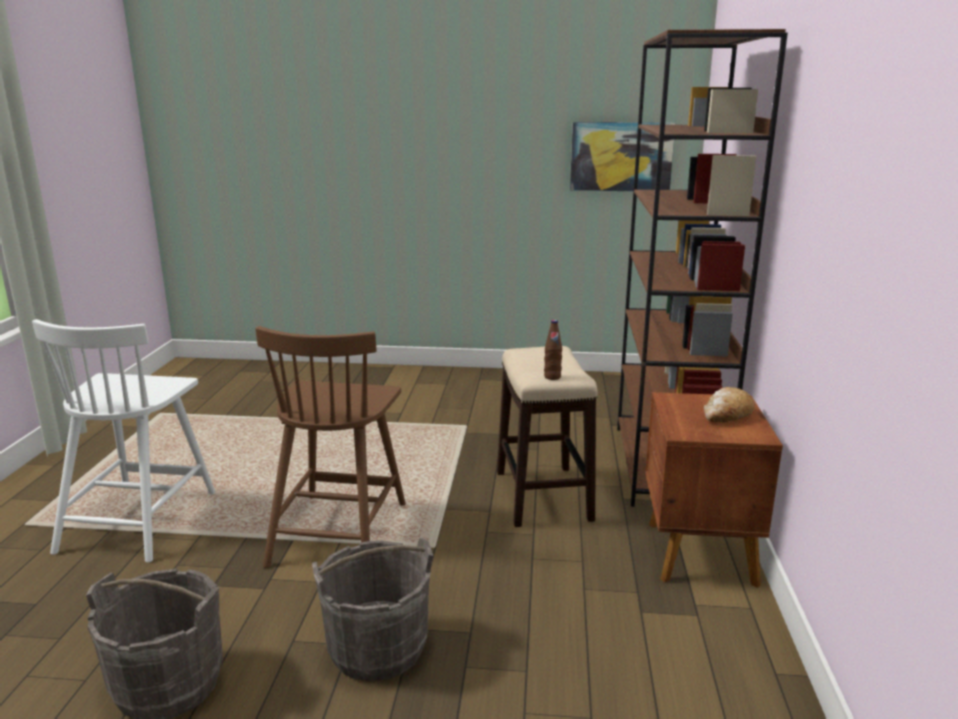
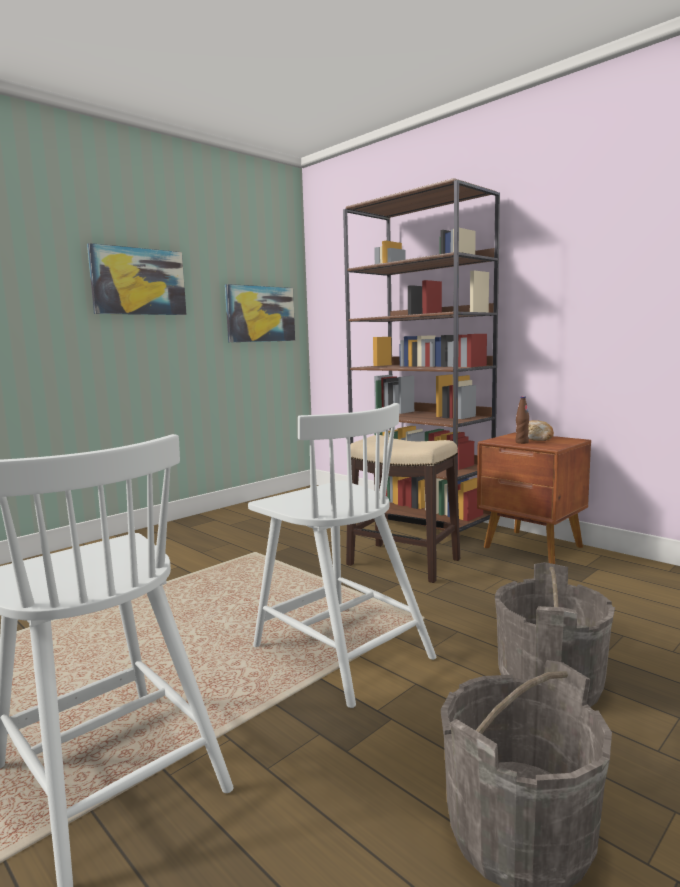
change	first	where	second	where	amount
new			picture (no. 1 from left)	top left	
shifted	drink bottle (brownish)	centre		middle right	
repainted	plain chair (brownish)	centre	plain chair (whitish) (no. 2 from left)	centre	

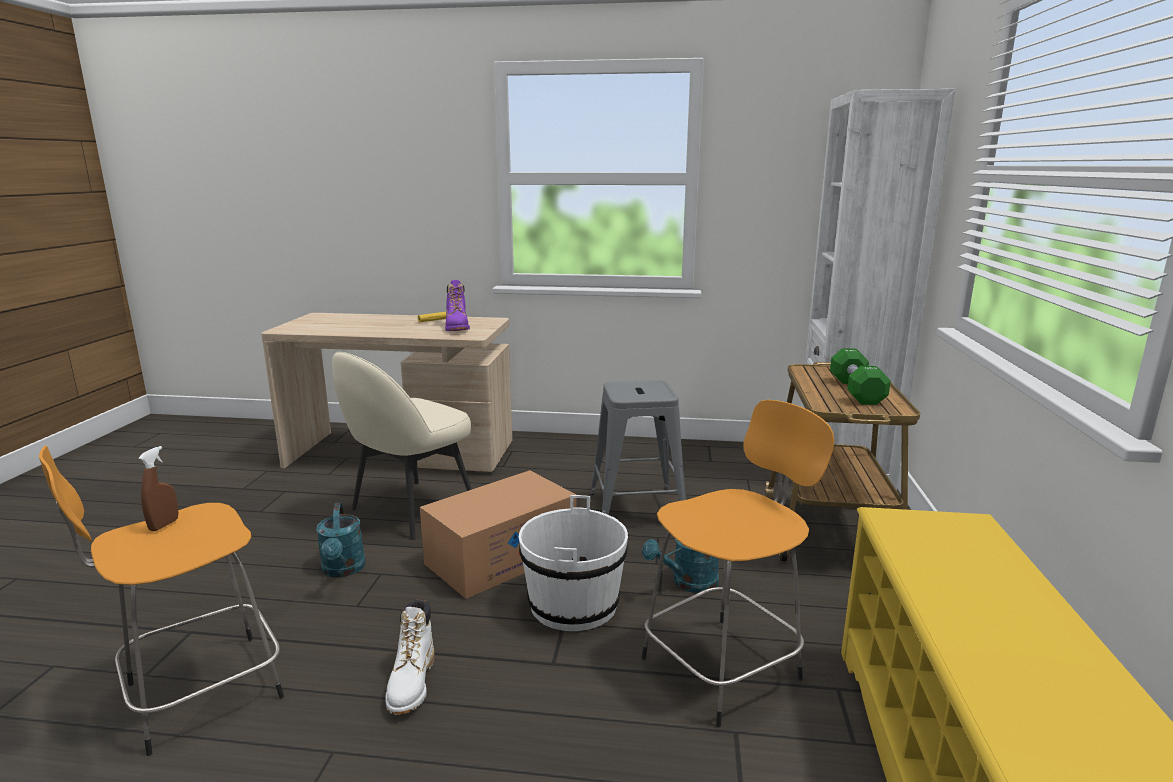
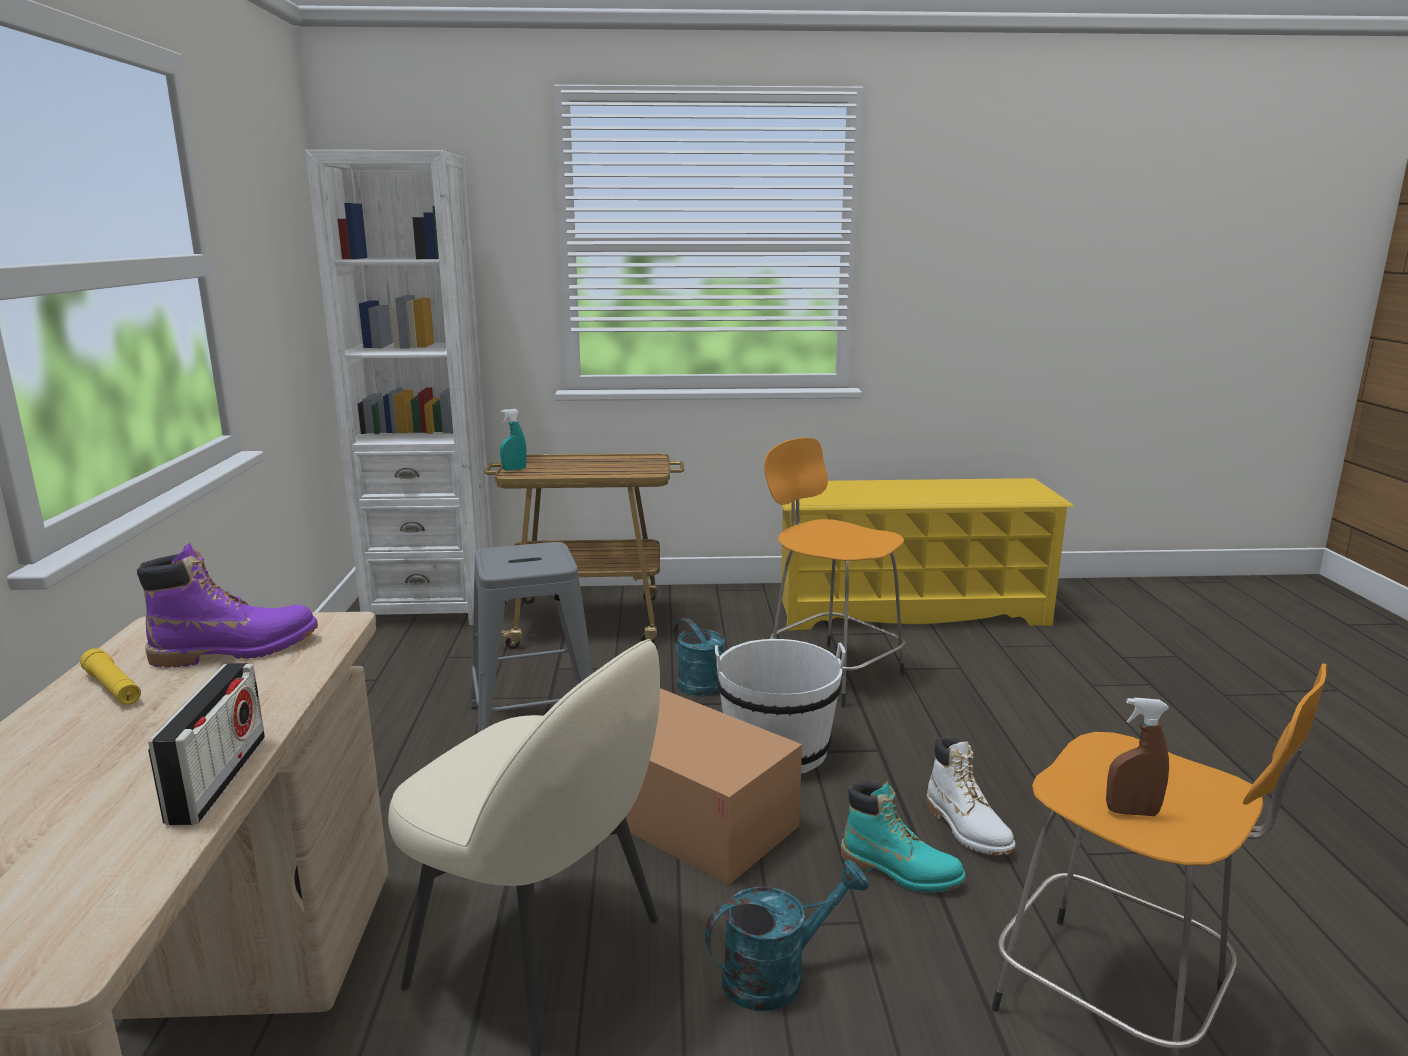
change	first	where	second	where	amount
gone	free weight (green-coloured)	middle right			
new			radio set	bottom left	
new			hand sprayer (turquoise-coloured)	centre	
new			high-top boot (turquoise-coloured)	bottom centre	
rotated	high-top boot (whitish)	bottom centre		bottom right	75 degrees clockwise

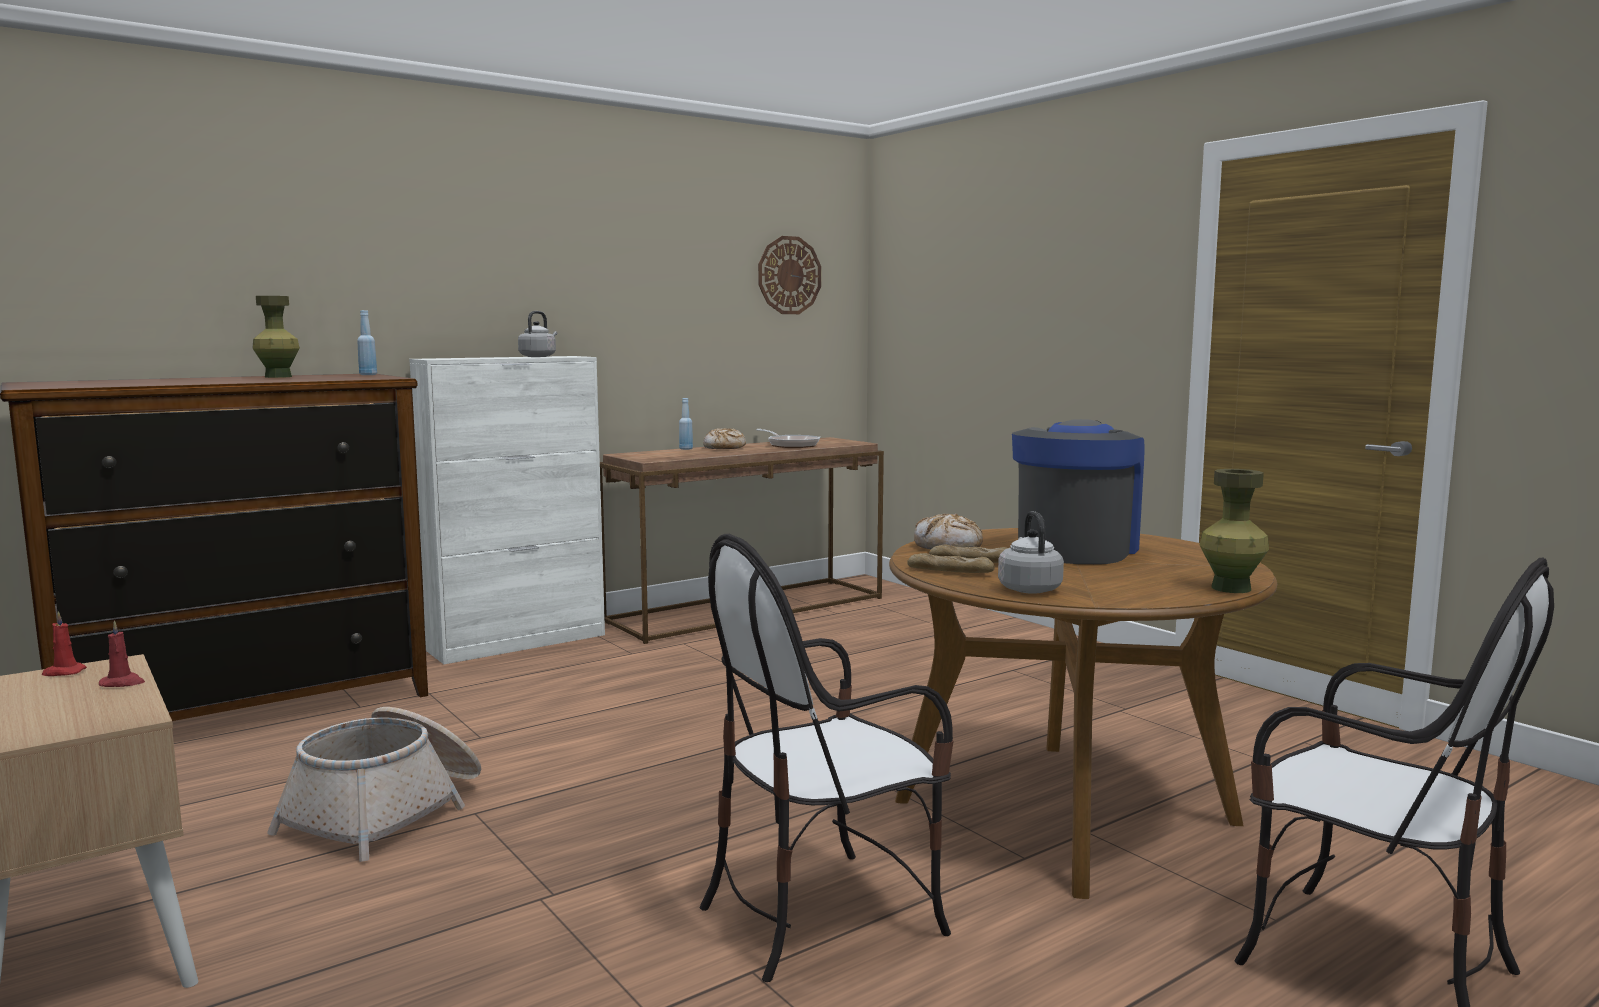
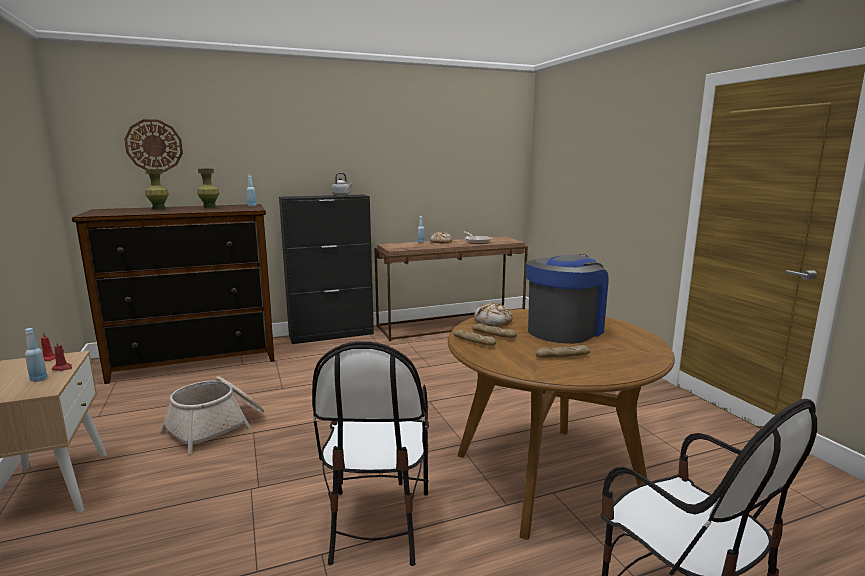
change	first	where	second	where	amount
gone	water kettle (greyish) (no. 2 from left)	centre			
new			drink bottle (blue) (no. 1 from left)	middle left	
new			bread (no. 5 from left)	centre	
shifted	hanging clock	top centre		top left	
shifted	decorative vase (green-coloured) (no. 2 from left in the first image)	middle right	decorative vase (green-coloured) (no. 1 from left)	top left	
repainted	storage cabinet (whitish)	middle left	storage cabinet (black-coloured)	centre	
rotated	plain chair (no. 1 from left)	bottom centre		bottom centre	75 degrees counterclockwise

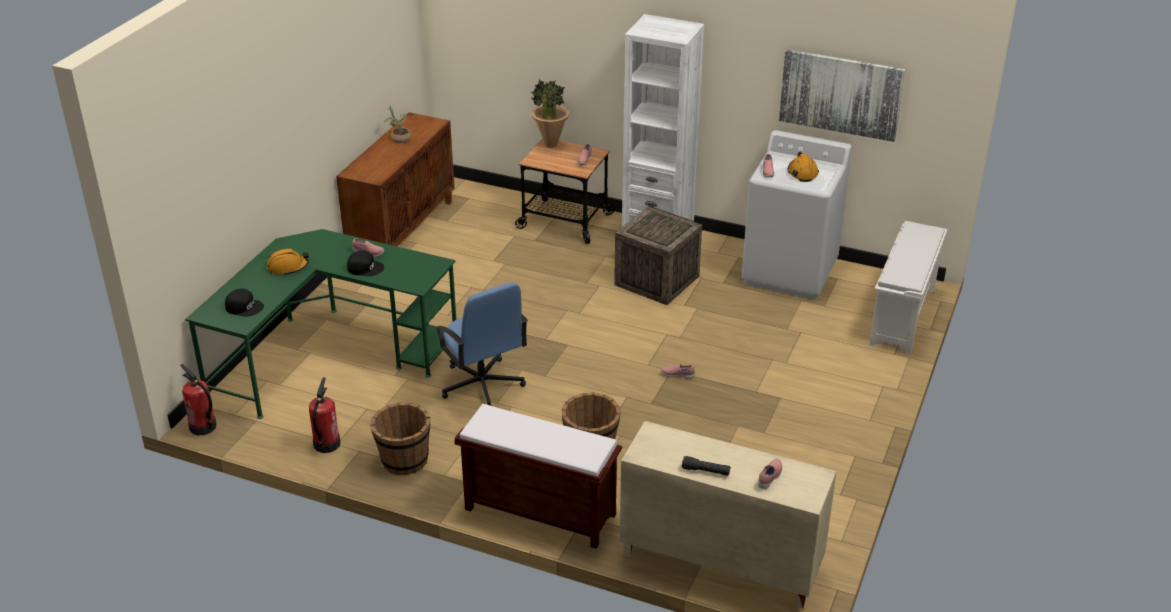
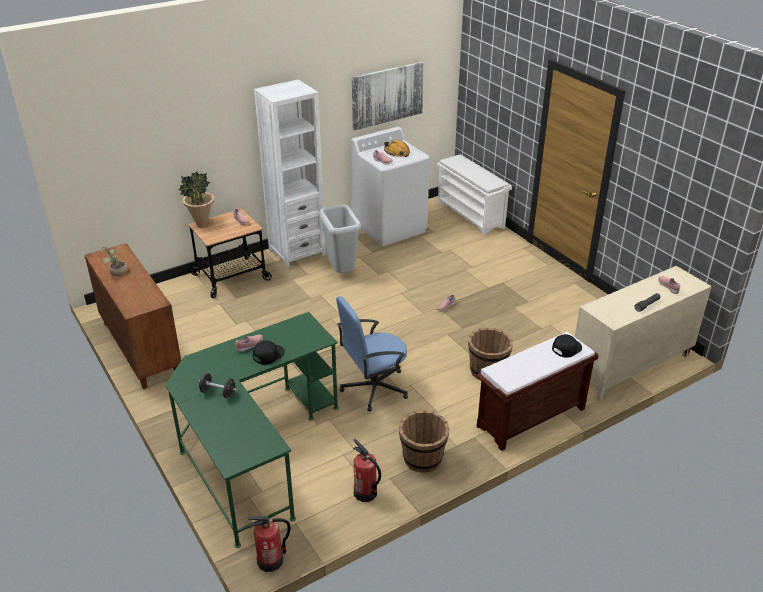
change	first	where	second	where	amount
shifted	baseball cap (black-coloured) (no. 1 from left in the first image)	middle left	baseball cap (black-coloured) (no. 2 from left)	middle right	
swapped	hard hat (orangey) (no. 1 from left)	middle left	free weight (black-coloured)	middle left	
swapped	shipping crate	centre	waste bin (greyish)	centre	
rotated	desk chair (blue)	centre		centre	150 degrees clockwise

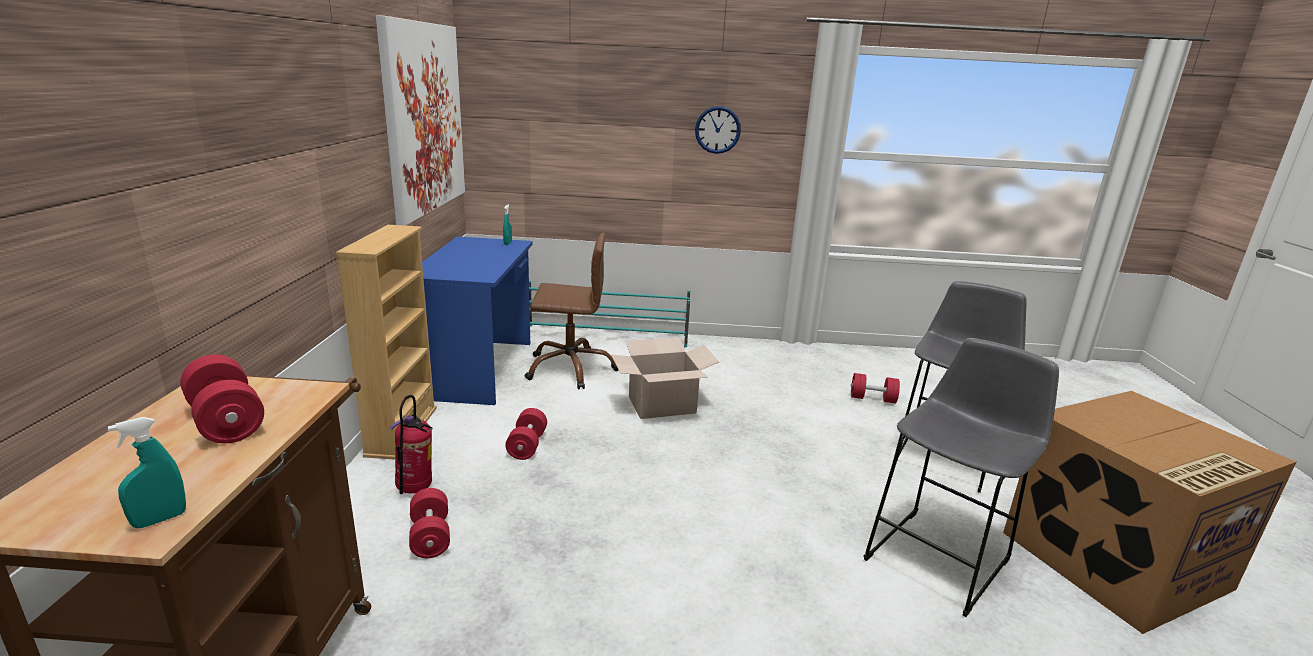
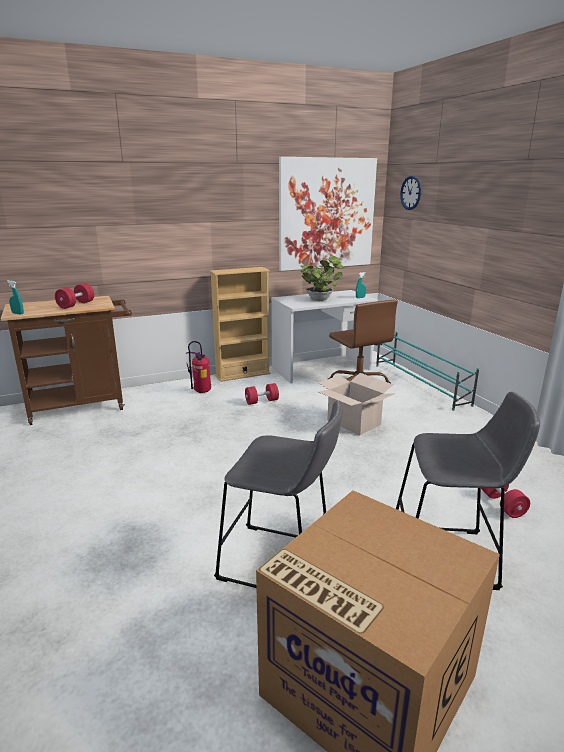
change	first	where	second	where	amount
gone	free weight (reddish) (no. 2 from left)	bottom left			
new			potted plant	centre	
shifted	hanging clock	top centre		top right	
repainted	desk table (blue)	centre	desk table (whitish)	centre	

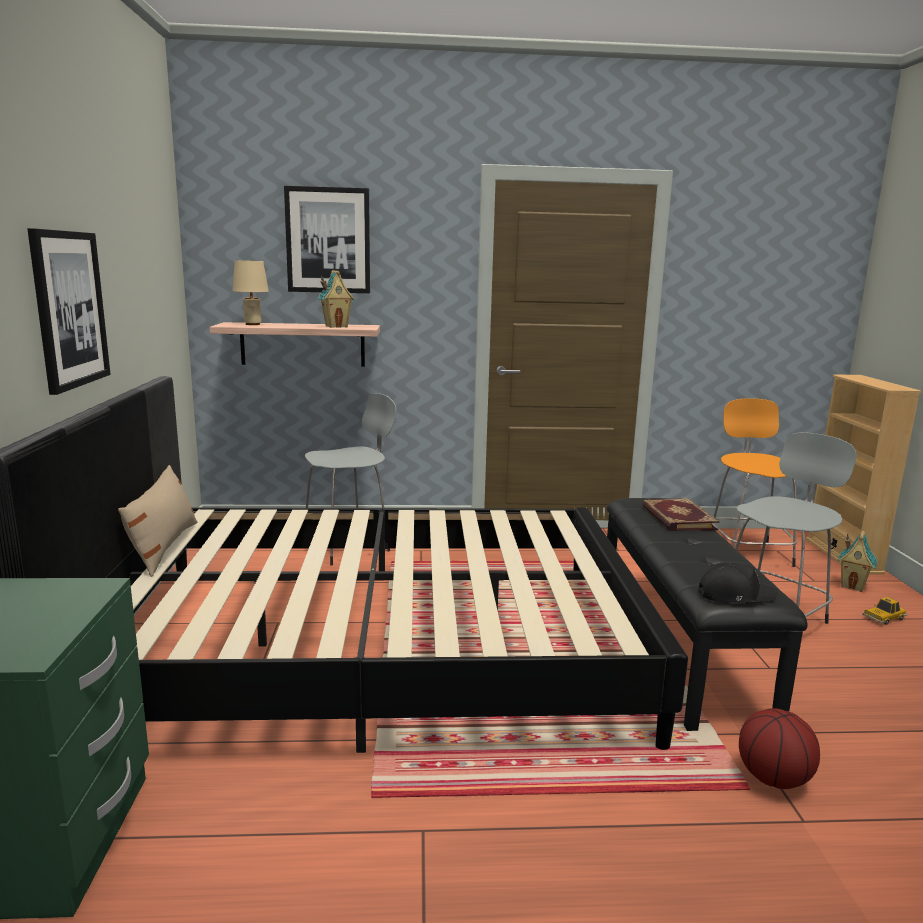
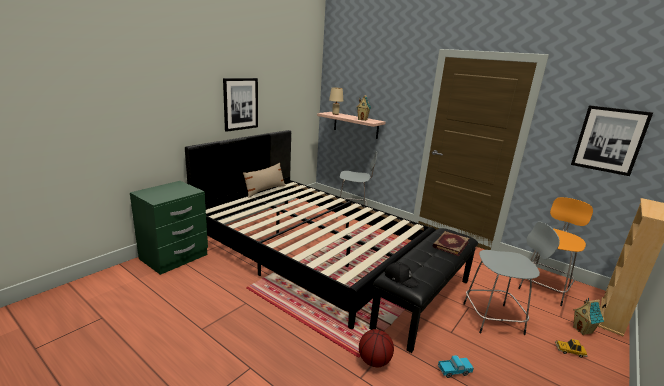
change	first	where	second	where	amount
new			toy lorry	bottom right	
shifted	picture (no. 2 from left)	top centre		middle right	

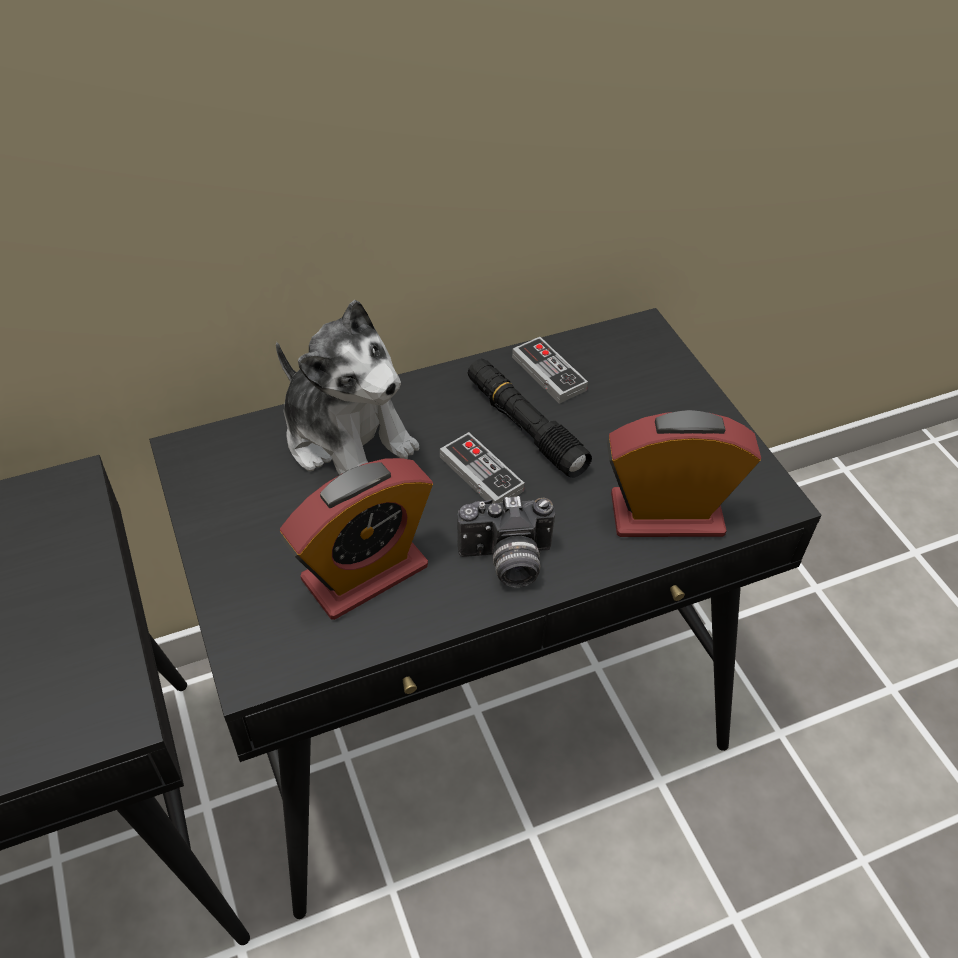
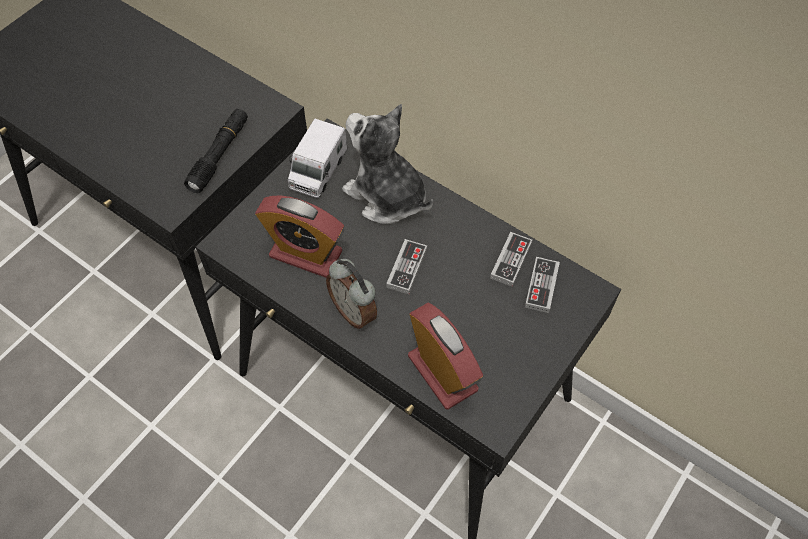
change	first	where	second	where	amount
new			toy lorry	top centre	
new			gamepad (no. 3 from left)	middle right	
shifted	hand torch (black-coloured)	centre		top left	
swapped	still camera	centre	table clock (no. 2 from left)	centre	
rotated	plush toy	centre		top centre	120 degrees clockwise

